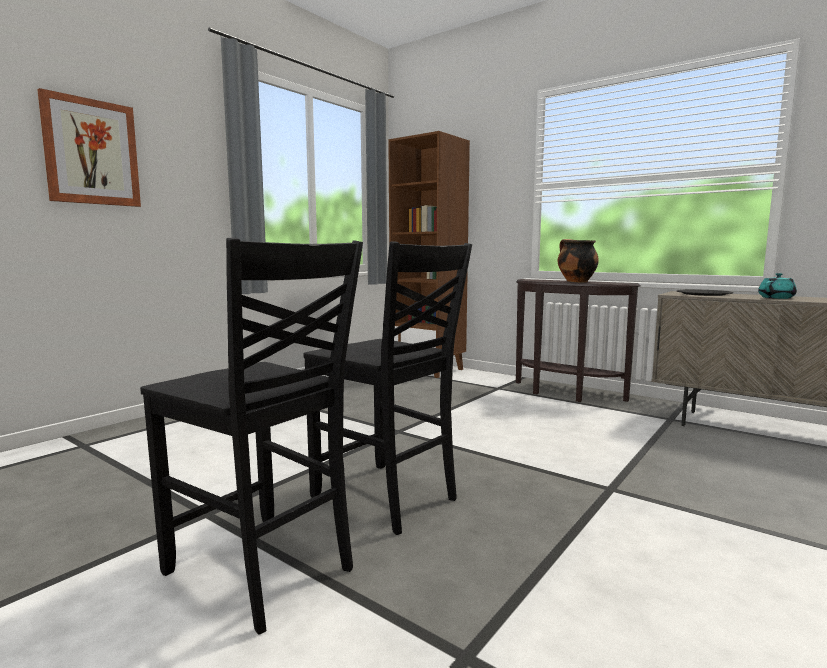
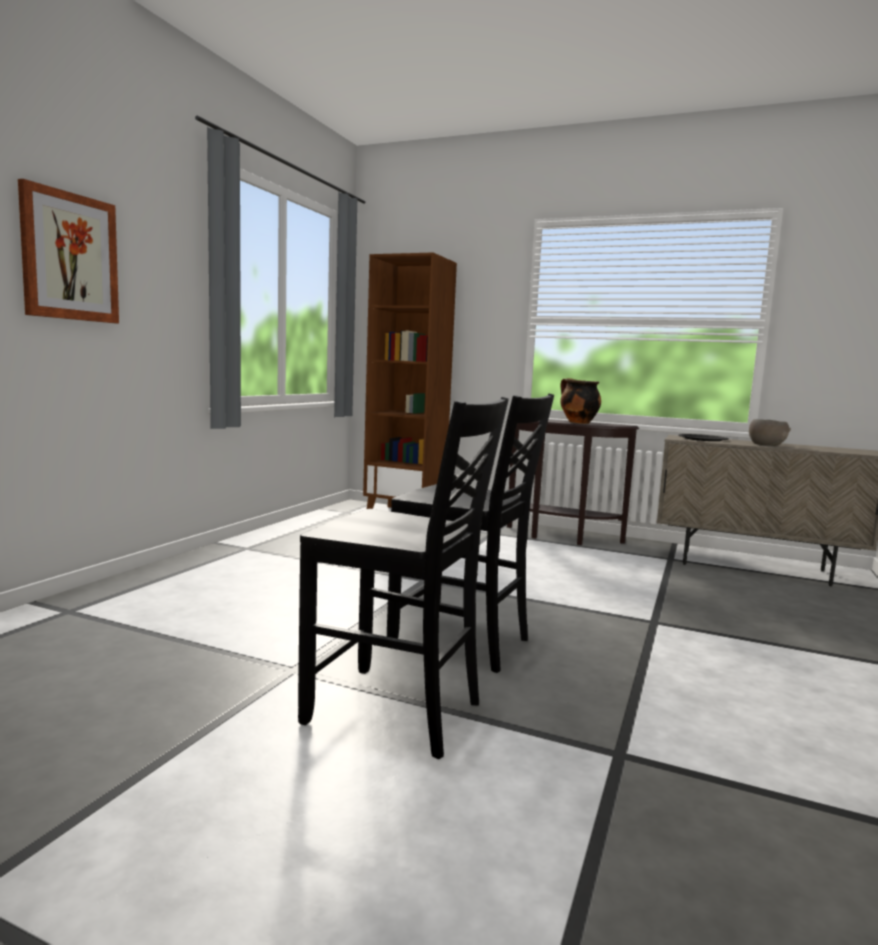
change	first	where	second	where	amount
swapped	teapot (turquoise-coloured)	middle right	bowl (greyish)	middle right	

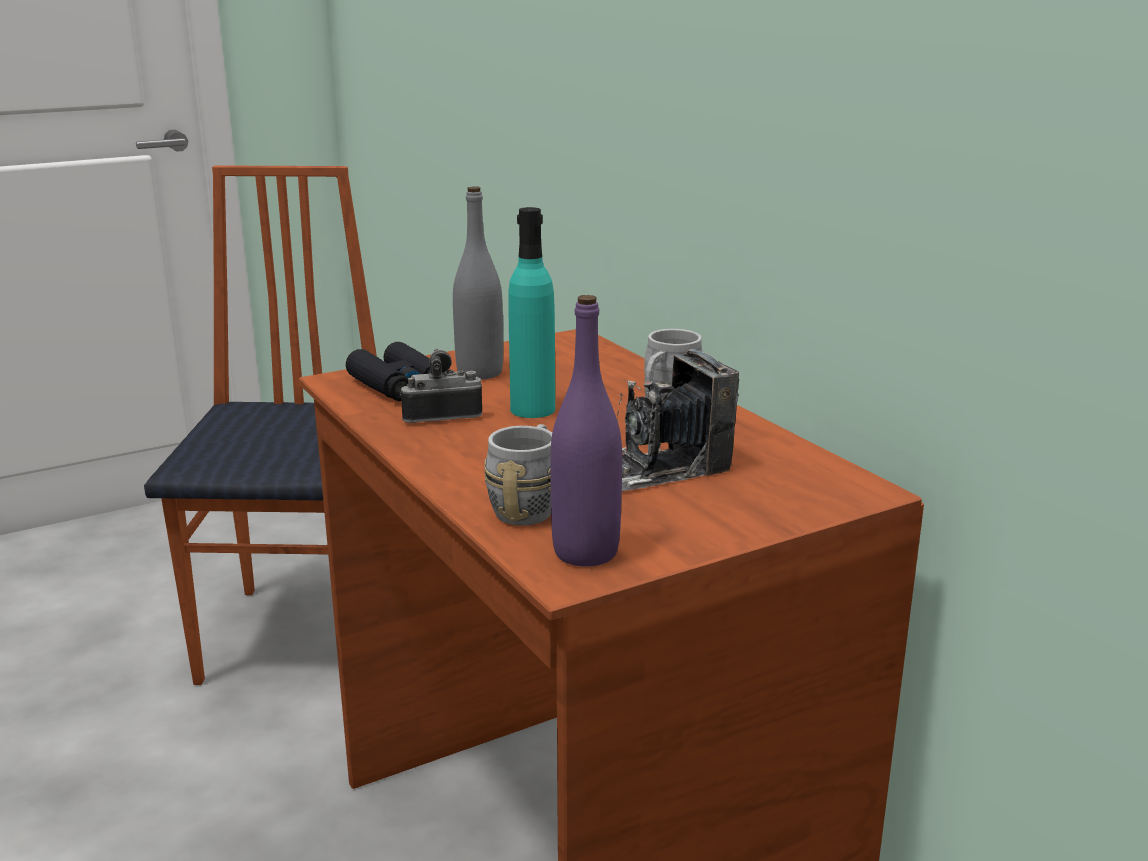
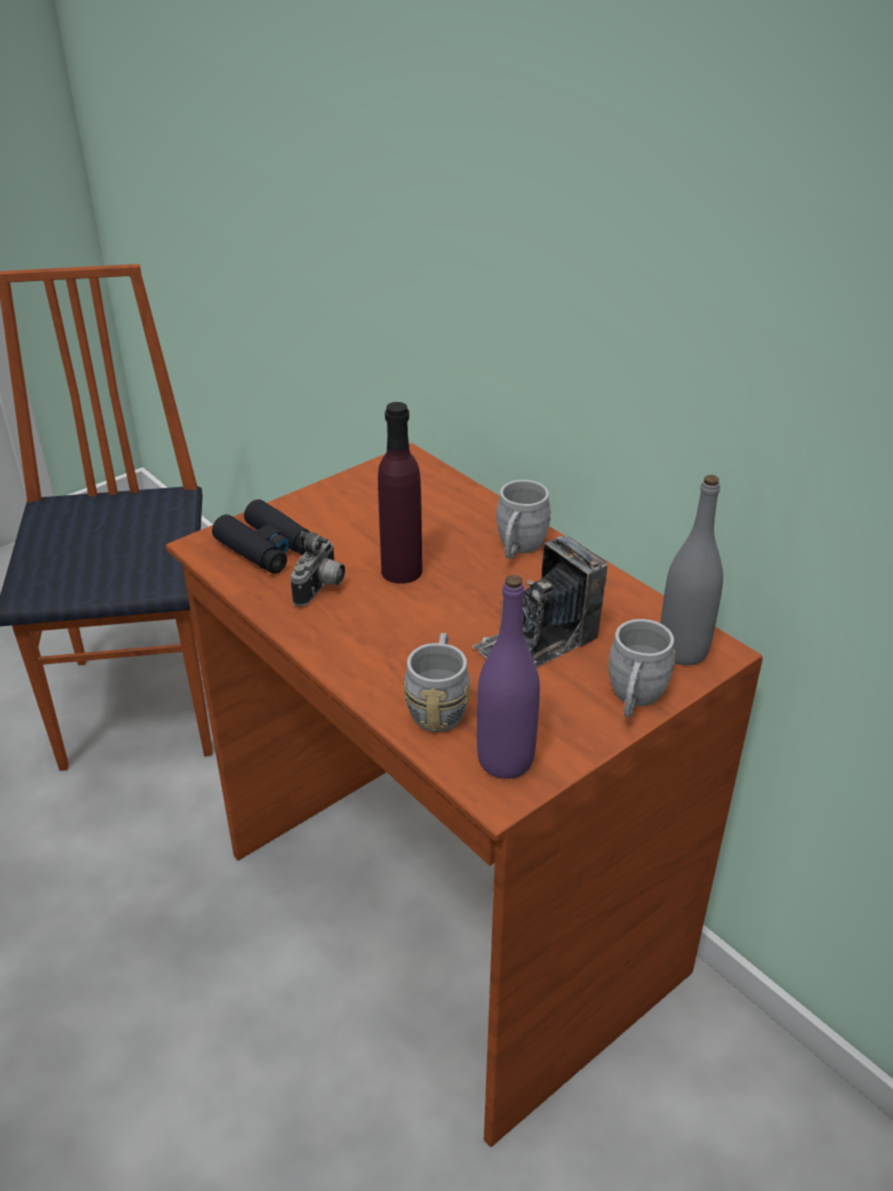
change	first	where	second	where	amount
new			tea mug (greyish) (no. 3 from left)	middle right	
shifted	drink bottle (greyish)	top centre		middle right	
repainted	drink bottle (turquoise-coloured)	centre	drink bottle (purple) (no. 1 from left)	centre	
rotated	still camera (no. 1 from left)	centre		centre	135 degrees clockwise

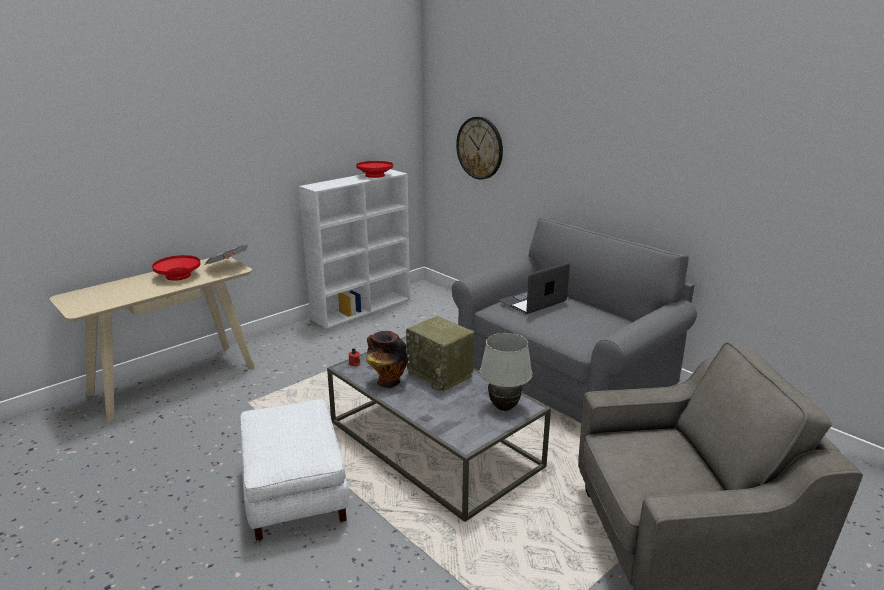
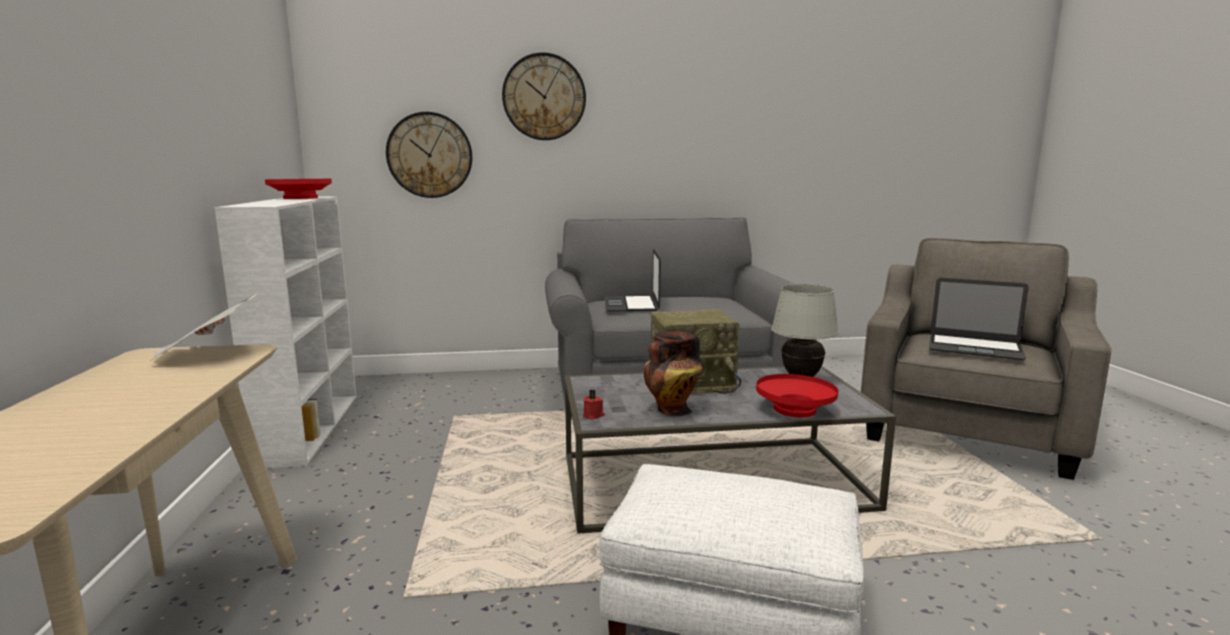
change	first	where	second	where	amount
new			hanging clock (no. 2 from left)	top centre	
new			notebook computer (no. 2 from left)	middle right	
shifted	bowl (reddish) (no. 1 from left in the first image)	middle left	bowl (reddish) (no. 2 from left)	centre	

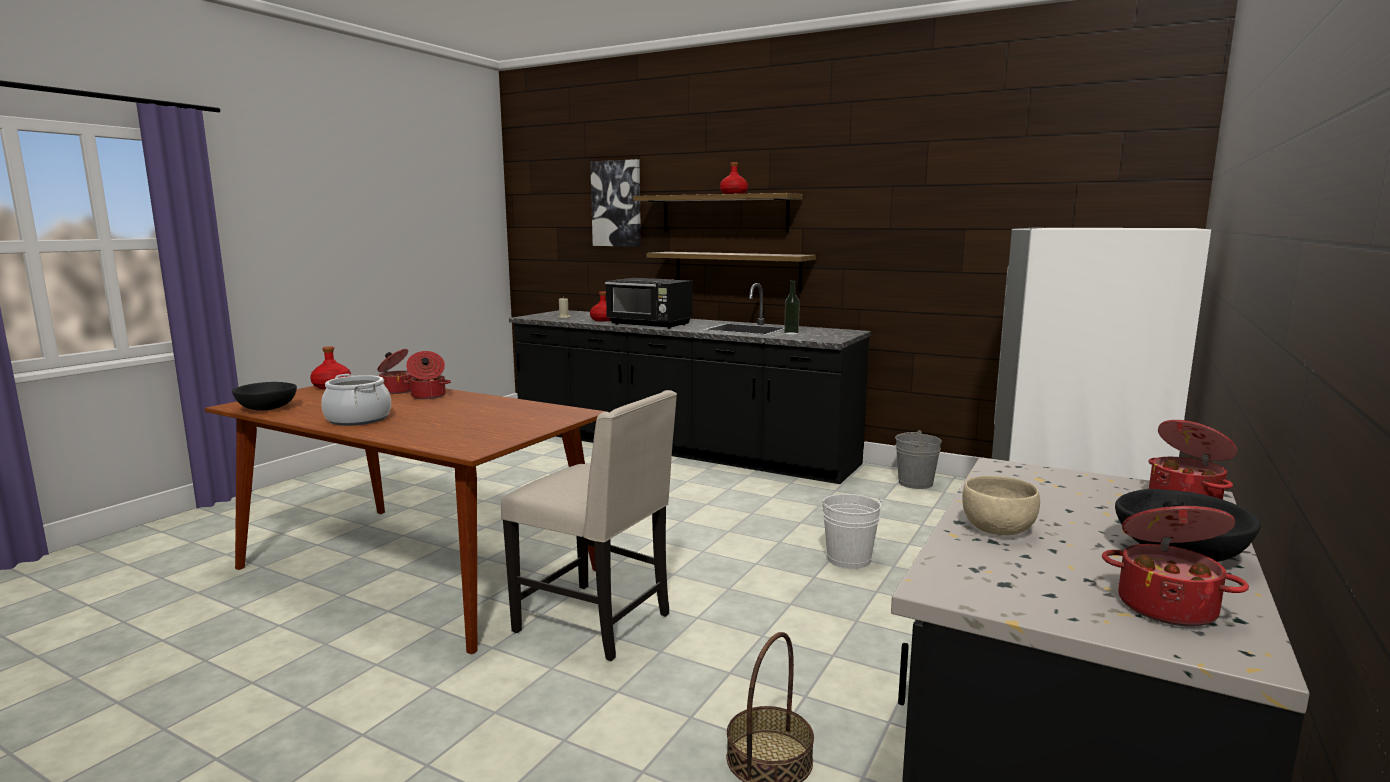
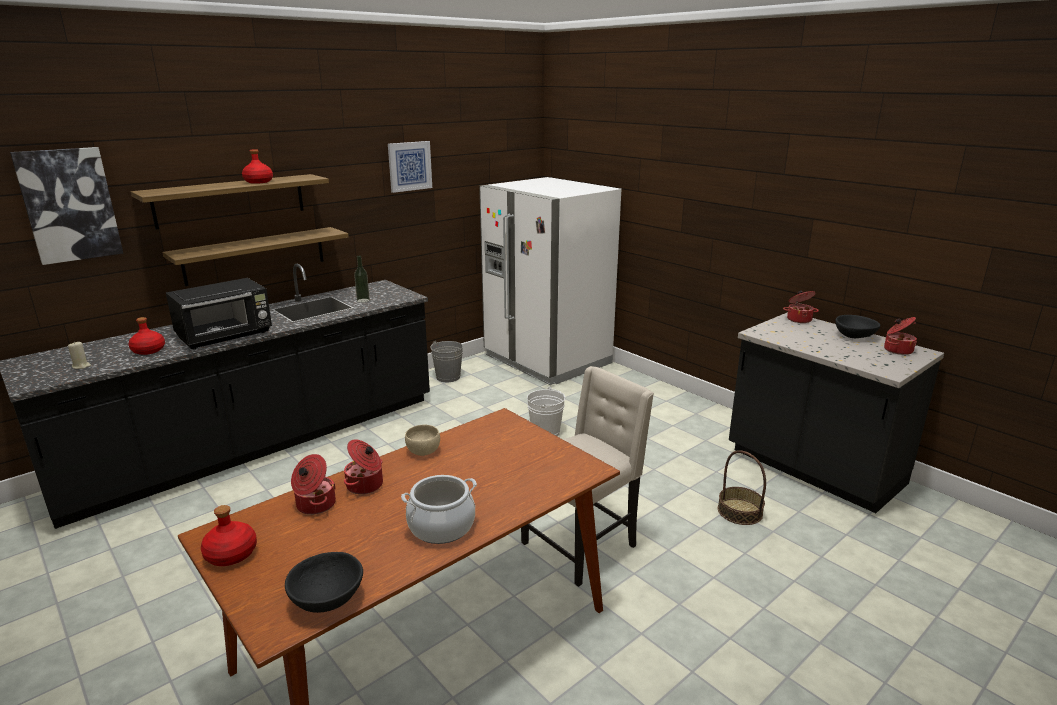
change	first	where	second	where	amount
new			picture (no. 2 from left)	top centre	
shifted	bowl (beige)	middle right		centre	

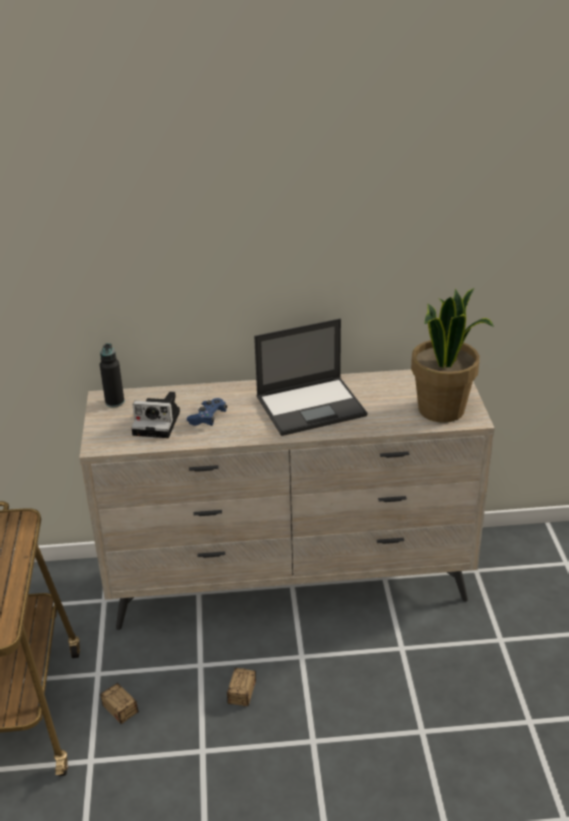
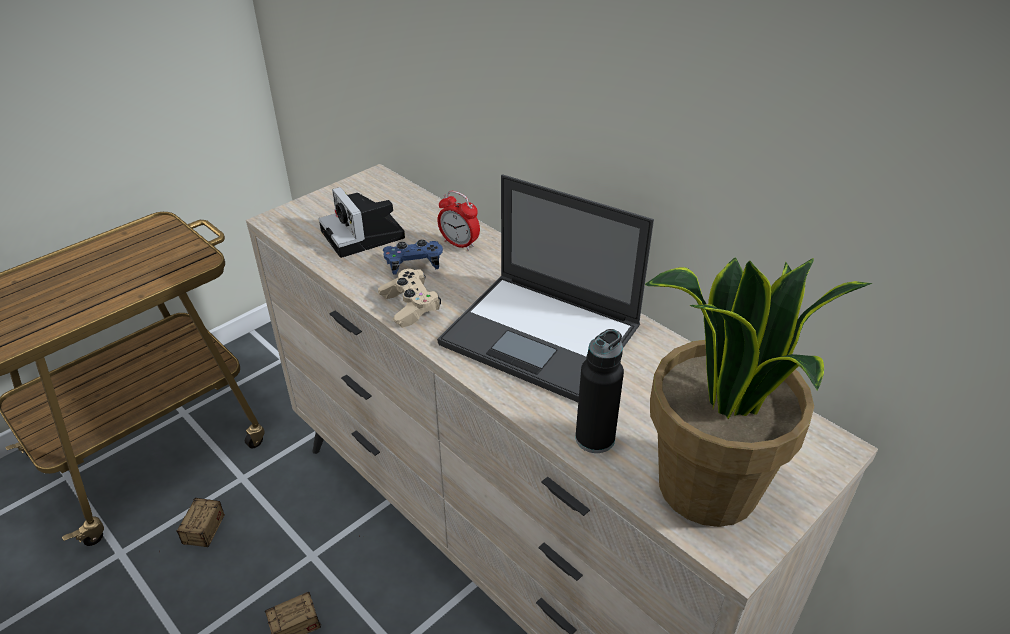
change	first	where	second	where	amount
new			gamepad (beige)	centre	
new			table clock	centre	
shifted	drink bottle (black-coloured)	middle left		centre	

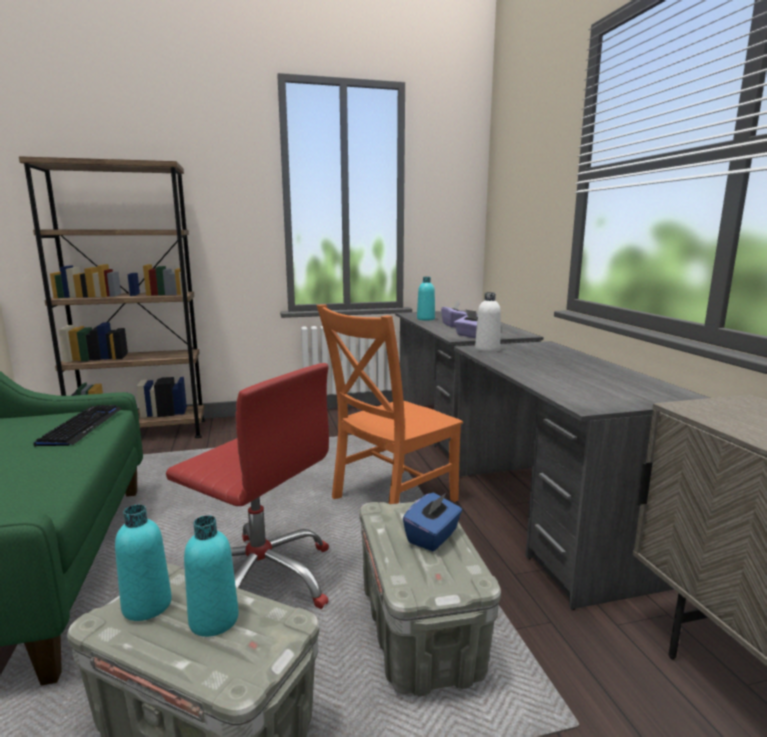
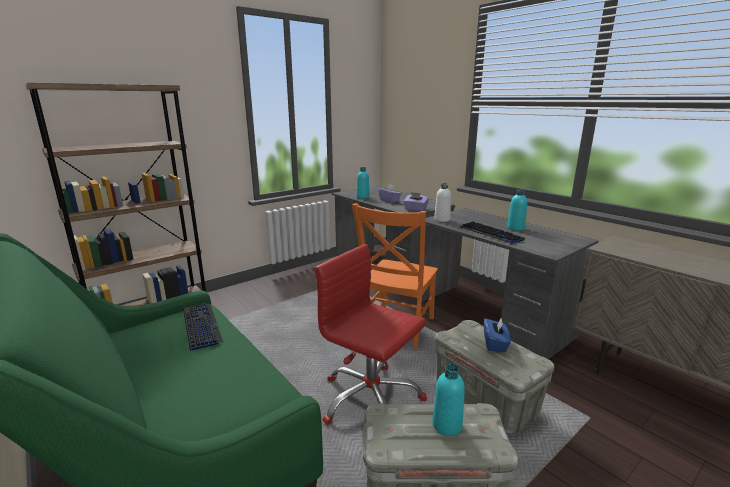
change	first	where	second	where	amount
new			PC keyboard (no. 2 from left)	middle right	
shifted	drink bottle (turquoise-coloured) (no. 1 from left in the first image)	bottom left	drink bottle (turquoise-coloured) (no. 3 from left)	middle right	
rotated	desk chair (reddish)	middle left		bottom centre	150 degrees counterclockwise

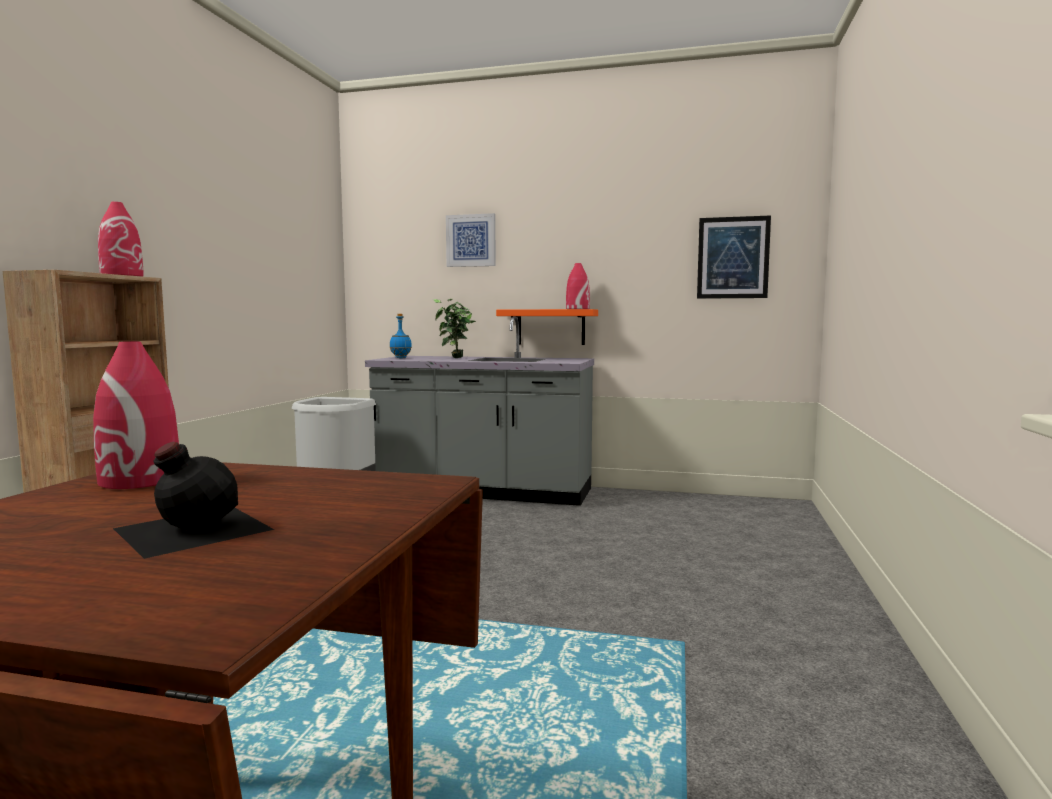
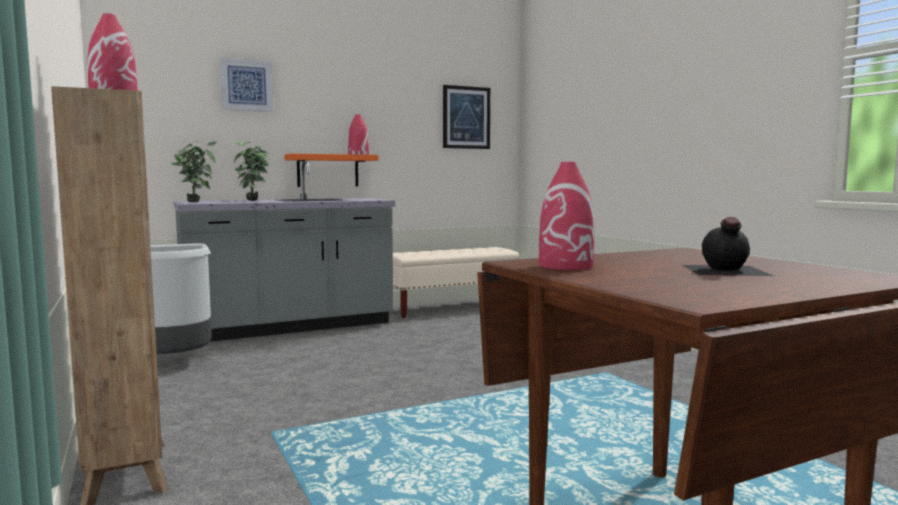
change	first	where	second	where	amount
new			long seat (beige)	centre	
swapped	drink bottle (blue)	centre	potted plant (no. 1 from left)	middle left	

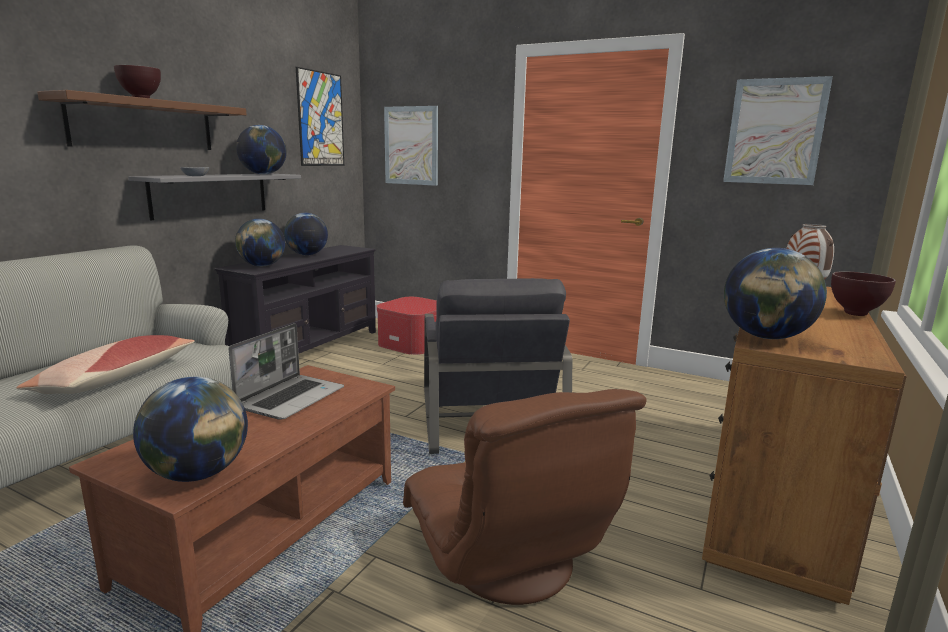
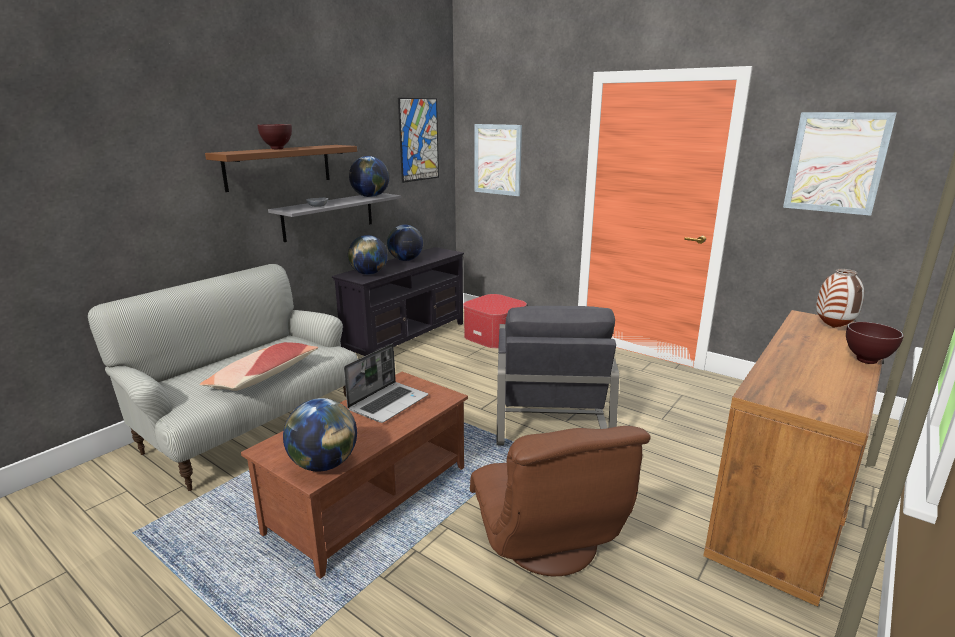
change	first	where	second	where	amount
gone	desk globe (no. 5 from left)	middle right			

